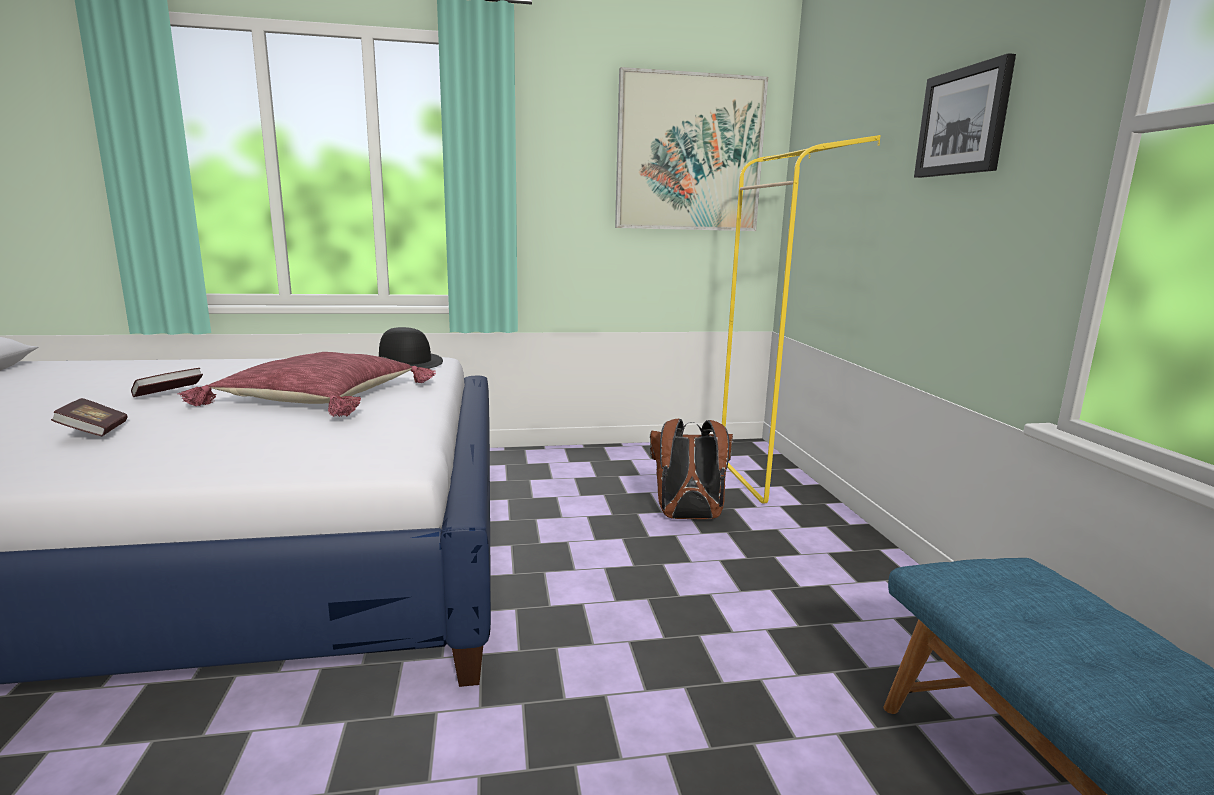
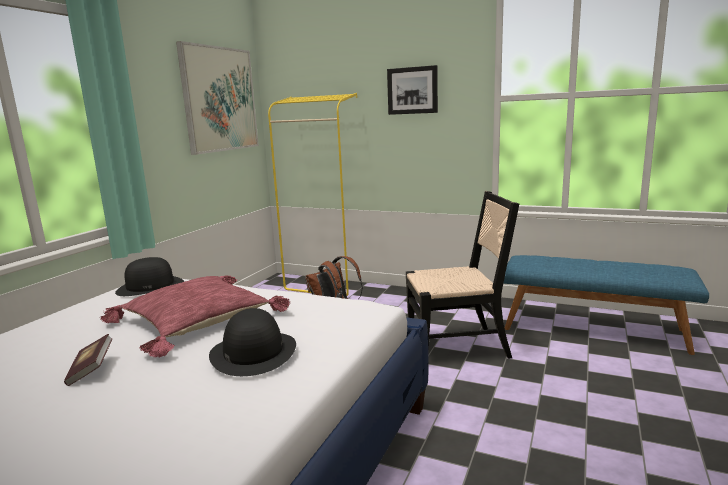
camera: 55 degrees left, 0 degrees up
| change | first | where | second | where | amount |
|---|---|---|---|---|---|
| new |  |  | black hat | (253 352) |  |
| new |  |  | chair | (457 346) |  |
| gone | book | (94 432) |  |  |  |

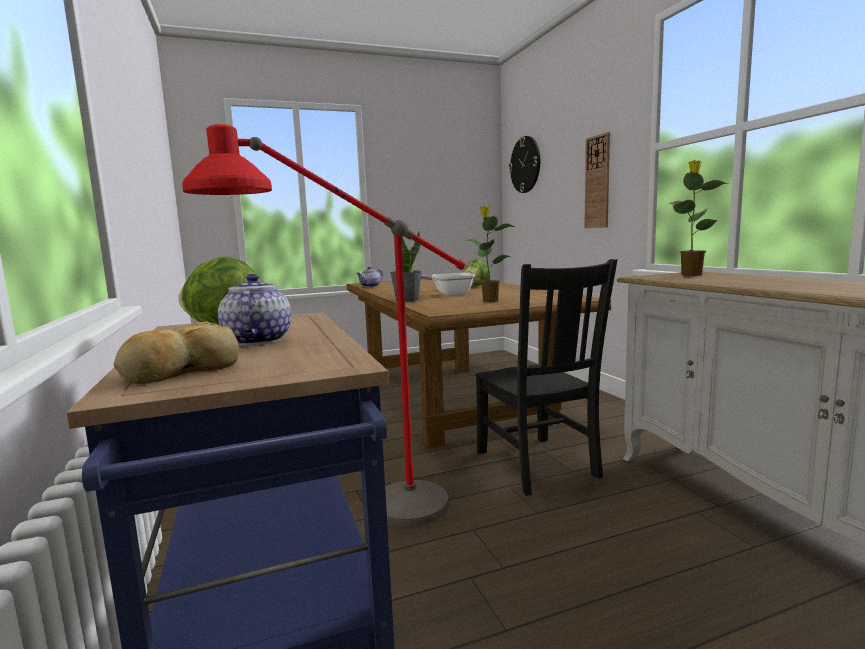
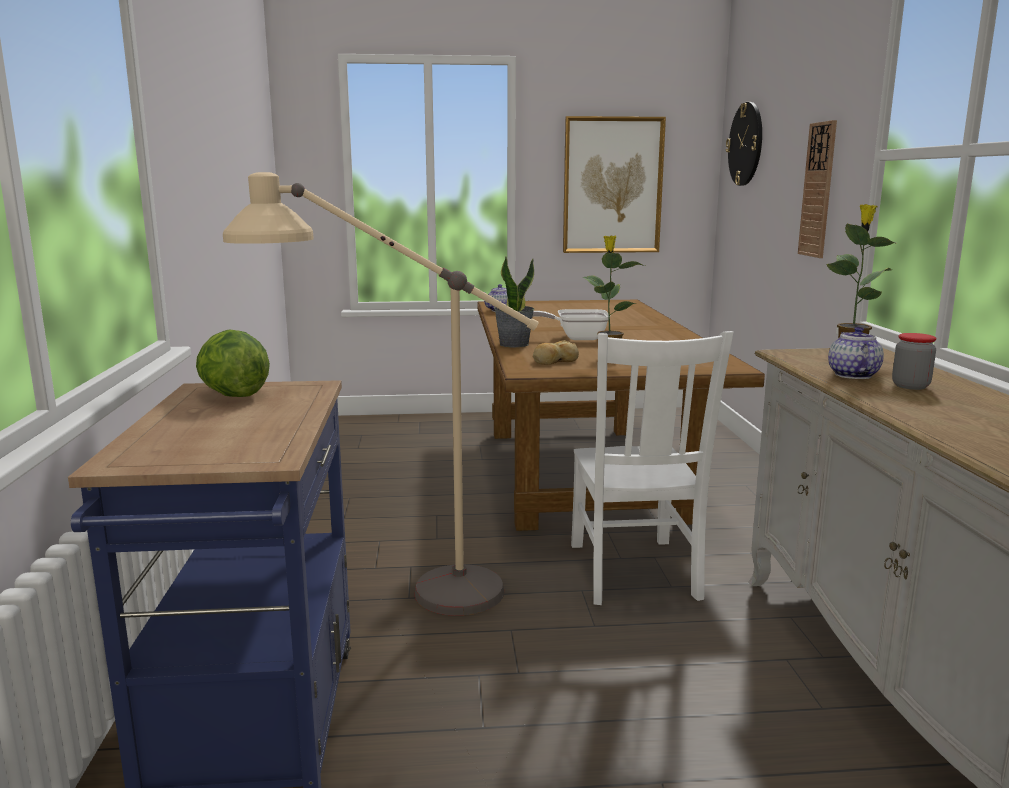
camera: 15 degrees right, 5 degrees up
| change | first | where | second | where | amount |
|---|---|---|---|---|---|
| repainted | red standing lamp | (356 519) | beige-coloured standing lamp | (395 596) |  |
| shifted | bakery bread | (180 371) |  | (554 361) |  |
| new |  |  | wall picture | (612 185) |  |
| repainted | black chair | (538 466) | white chair | (634 573) |  |
| shifted | teapot | (257 341) |  | (852 375) |  |
| new |  |  | preserve jar | (910 386) |  |
| gone | lettuce head | (476 286) |  |  |  |

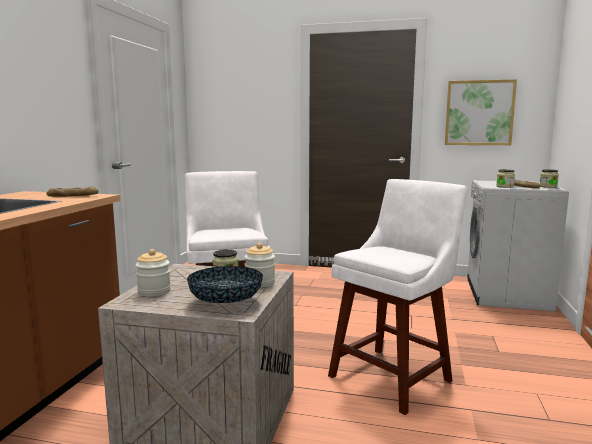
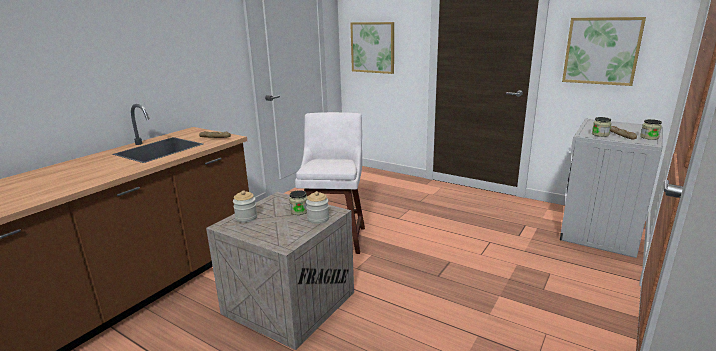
camera: 20 degrees right, 10 degrees up
| change | first | where | second | where | amount |
|---|---|---|---|---|---|
| new |  |  | wall picture | (373 47) |  |
| gone | deep dish | (226 301) |  |  |  |
| gone | white chair | (394 376) |  |  |  |

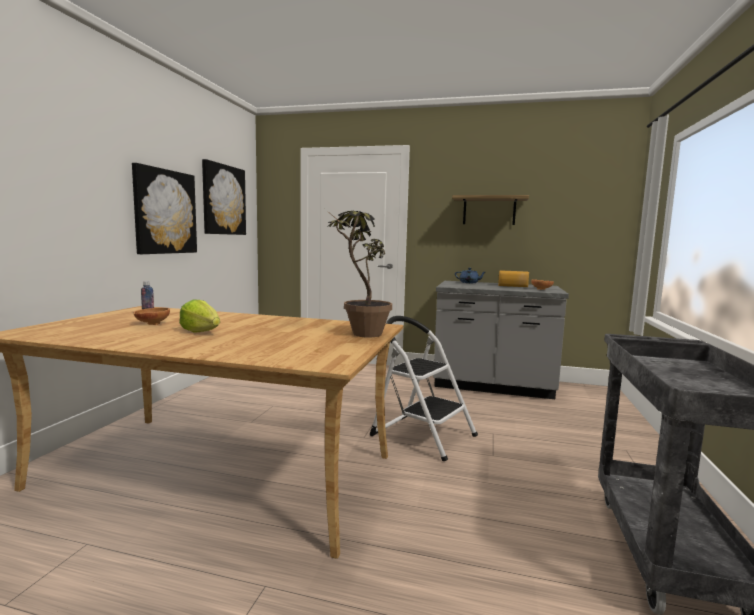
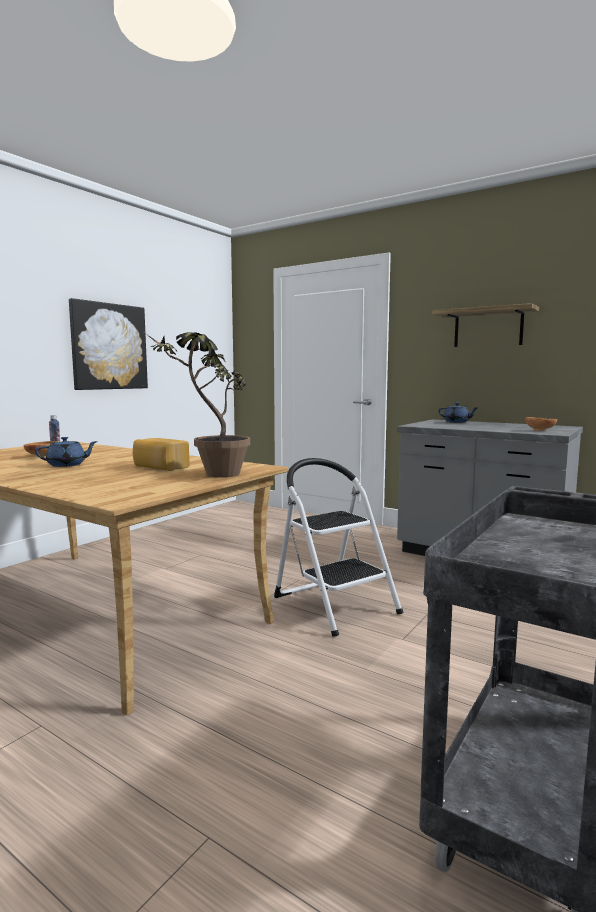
camera: 20 degrees right, 0 degrees up
| change | first | where | second | where | amount |
|---|---|---|---|---|---|
| swapped | lettuce head | (201 331) | blue-coloured teapot | (67 465) |  |
| shifted | bakery bread | (513 286) |  | (159 467) |  |
| gone | wall picture | (223 200) |  |  |  |

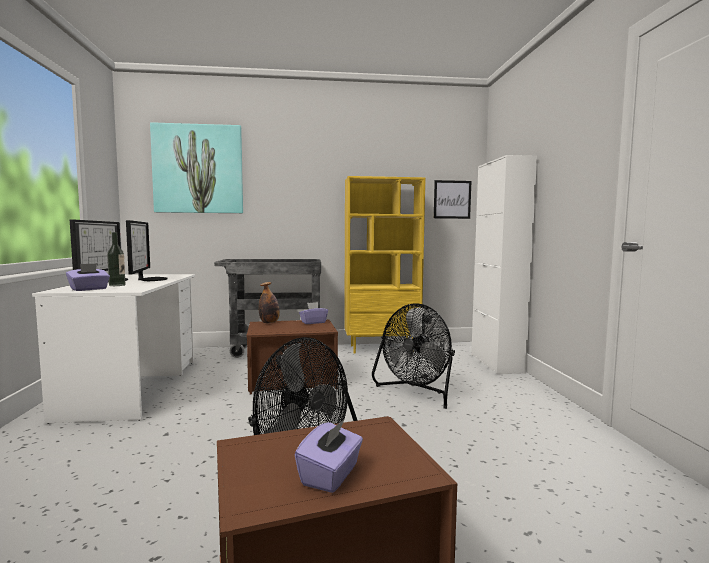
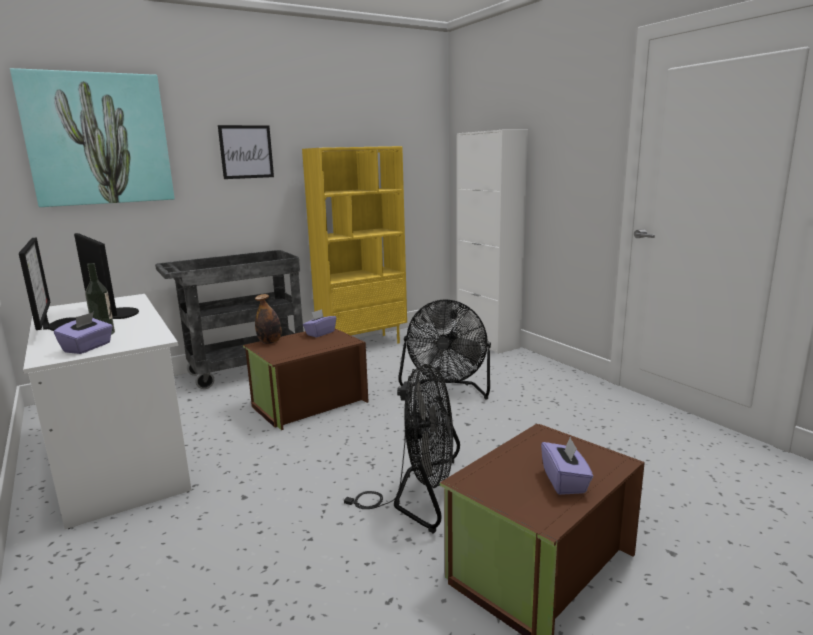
camera: 25 degrees left, 10 degrees up
| change | first | where | second | where | amount |
|---|---|---|---|---|---|
| shifted | wall picture | (452 199) |  | (246 152) |  |

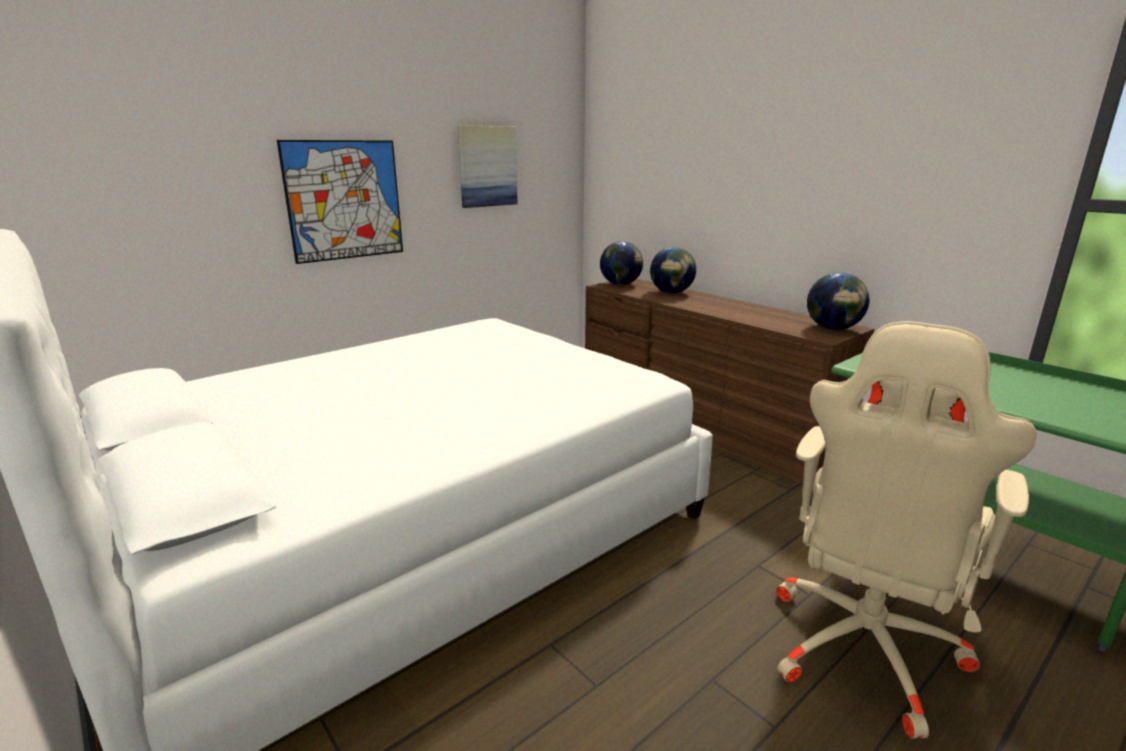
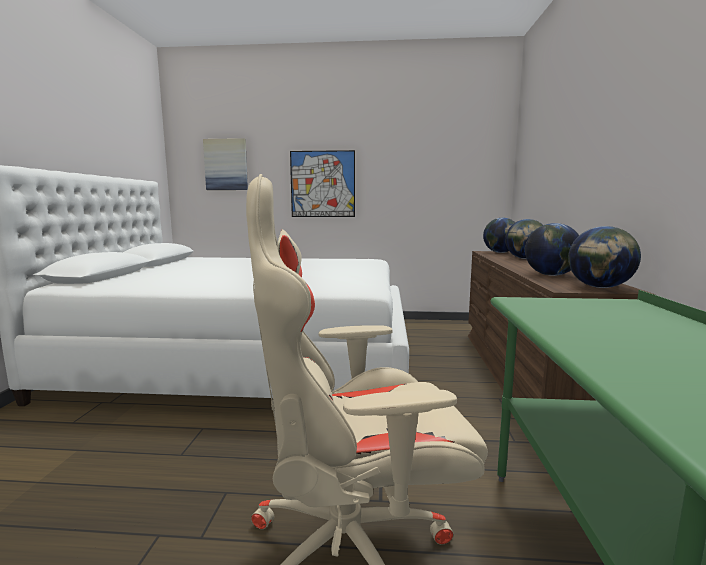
camera: 45 degrees right, 10 degrees down
| change | first | where | second | where | amount |
|---|---|---|---|---|---|
| shifted | wall picture | (487 166) |  | (226 164) |  |
| new |  |  | world globe | (551 275) |  |

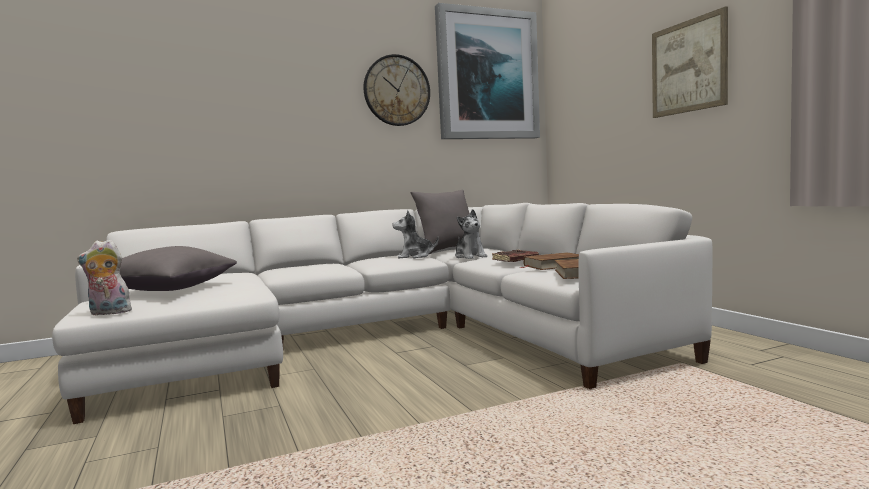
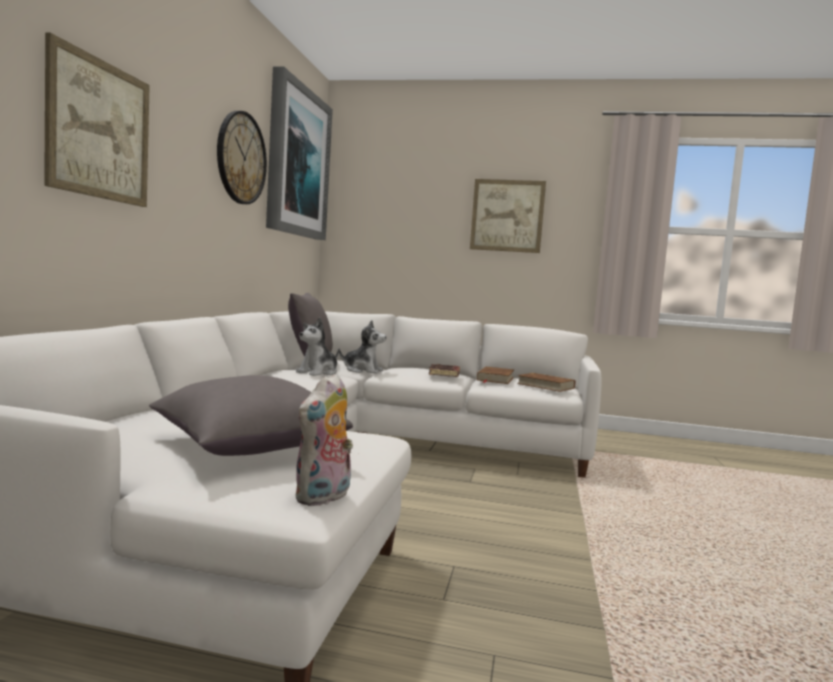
camera: 55 degrees left, 0 degrees up
| change | first | where | second | where | amount |
|---|---|---|---|---|---|
| new |  |  | wall picture | (100 130) |  |

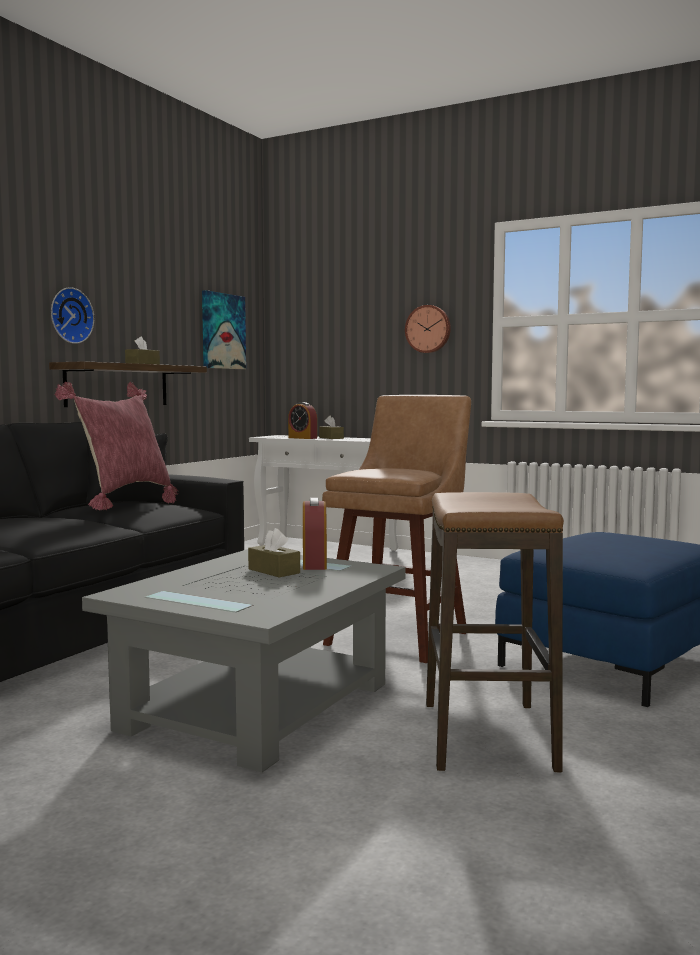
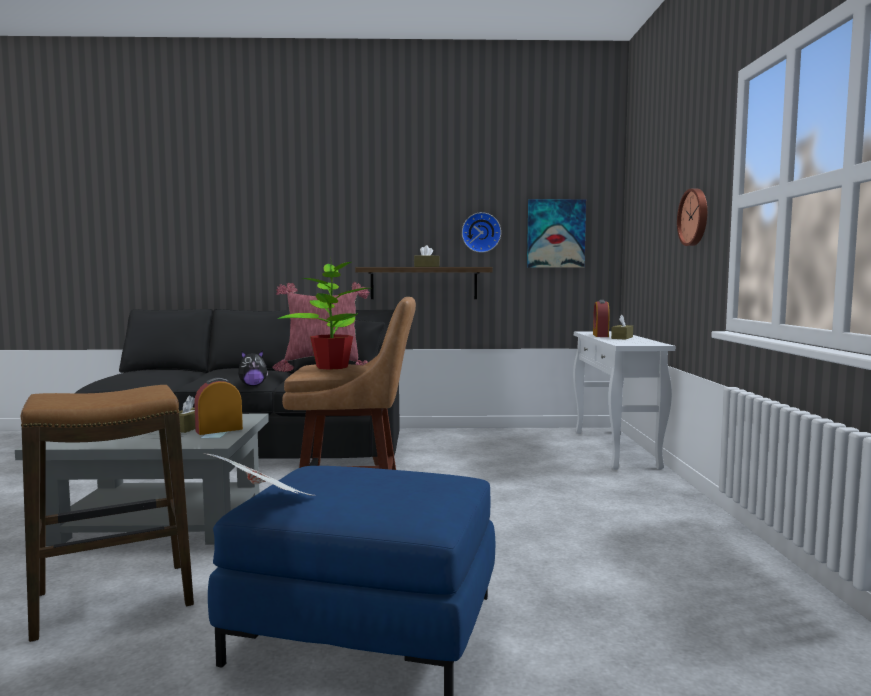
camera: 60 degrees right, 0 degrees up
| change | first | where | second | where | amount |
|---|---|---|---|---|---|
| new |  |  | printed paper | (261 502) |  |
| new |  |  | cuddly toy | (253 385) |  |
| new |  |  | houseplant | (331 367) |  |
| shifted | hanging clock | (69 315) |  | (481 232) |  |

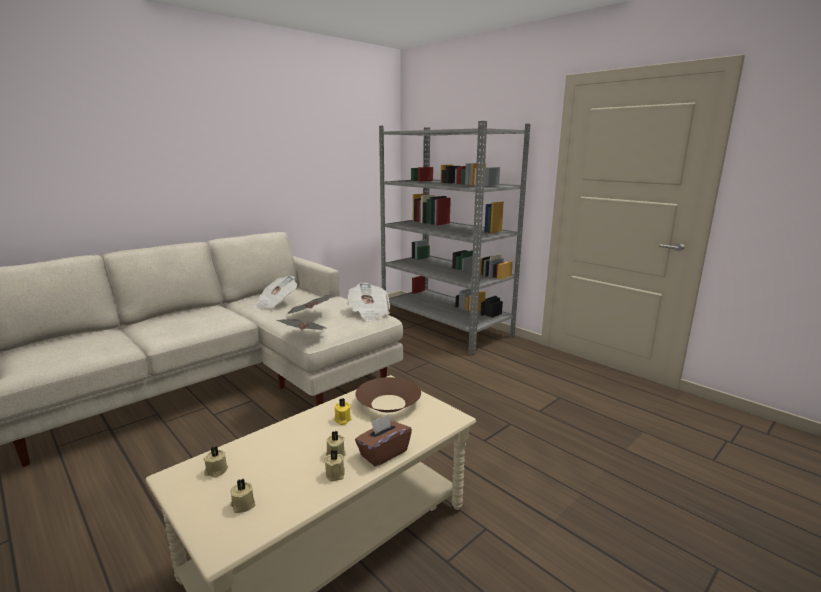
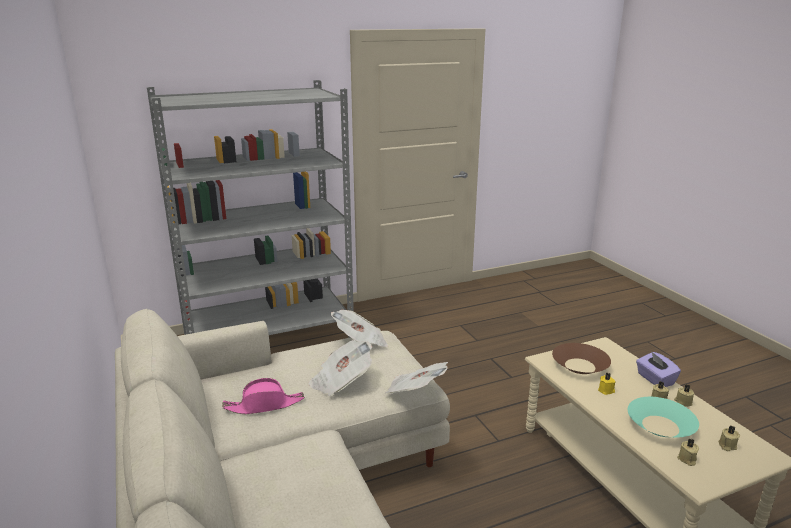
camera: 70 degrees left, 5 degrees up
| change | first | where | second | where | amount |
|---|---|---|---|---|---|
| swapped | printed paper | (275 304) | pink hat | (264 405) |  |
| new |  |  | turquoise deep dish | (660 426) |  |
| repainted | brown tissue holder | (383 453) | purple tissue holder | (655 379) |  |

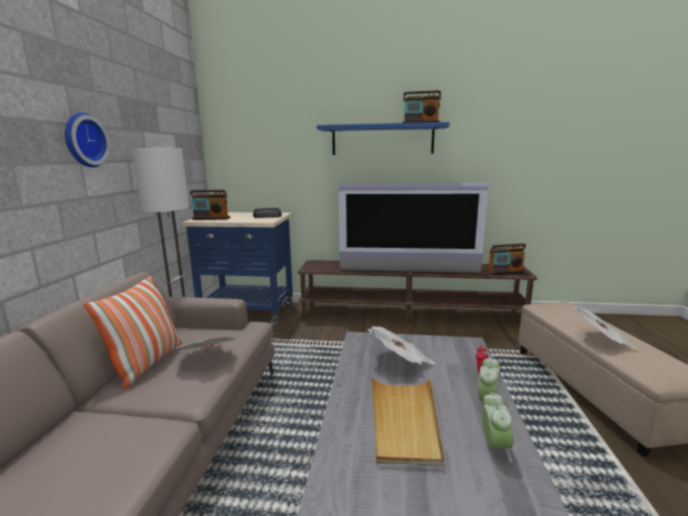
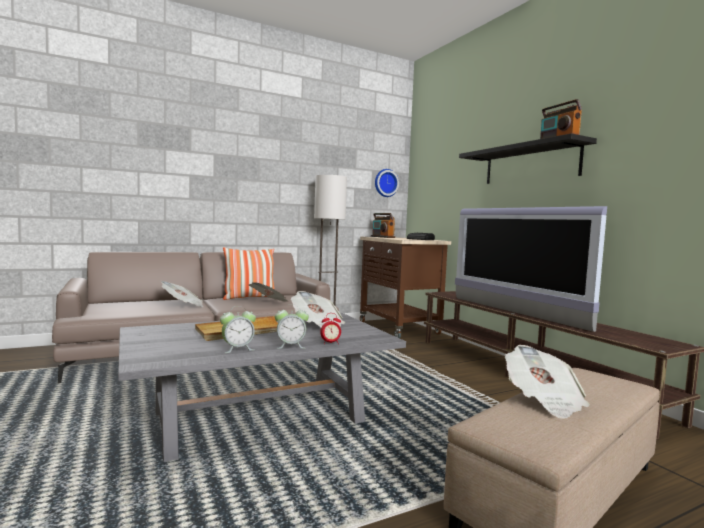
camera: 55 degrees right, 10 degrees down
| change | first | where | second | where | amount |
|---|---|---|---|---|---|
| new |  |  | printed paper | (183 305) |  |
| repainted | blue-coloured trolley | (248 313) | brown trolley | (399 328) |  |
| shifted | hanging clock | (83 140) |  | (385 183) |  |
| repainted | blue-coloured wall shelf | (382 140) | black wall shelf | (530 164) |  |
| gone | radio receiver | (505 272) |  |  |  |

